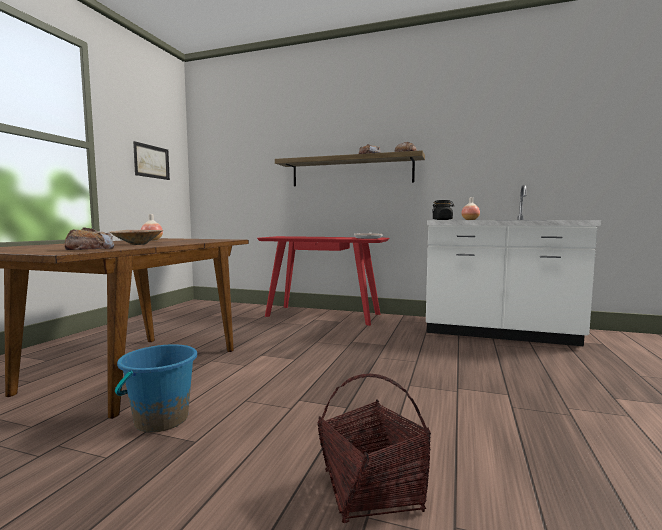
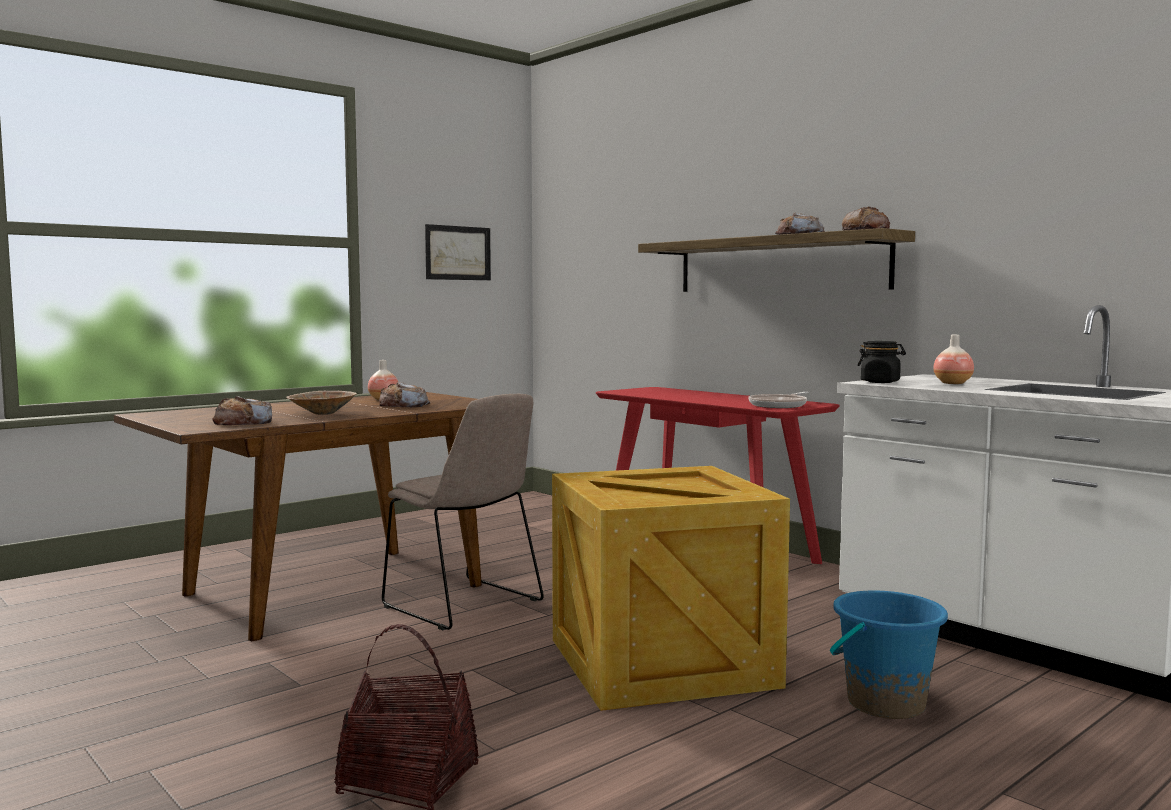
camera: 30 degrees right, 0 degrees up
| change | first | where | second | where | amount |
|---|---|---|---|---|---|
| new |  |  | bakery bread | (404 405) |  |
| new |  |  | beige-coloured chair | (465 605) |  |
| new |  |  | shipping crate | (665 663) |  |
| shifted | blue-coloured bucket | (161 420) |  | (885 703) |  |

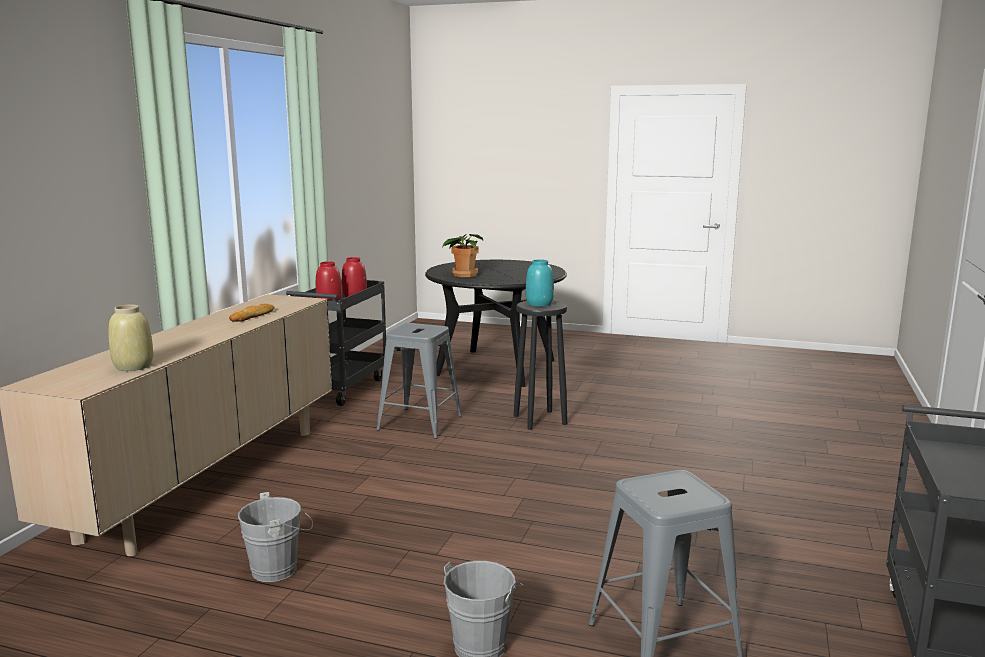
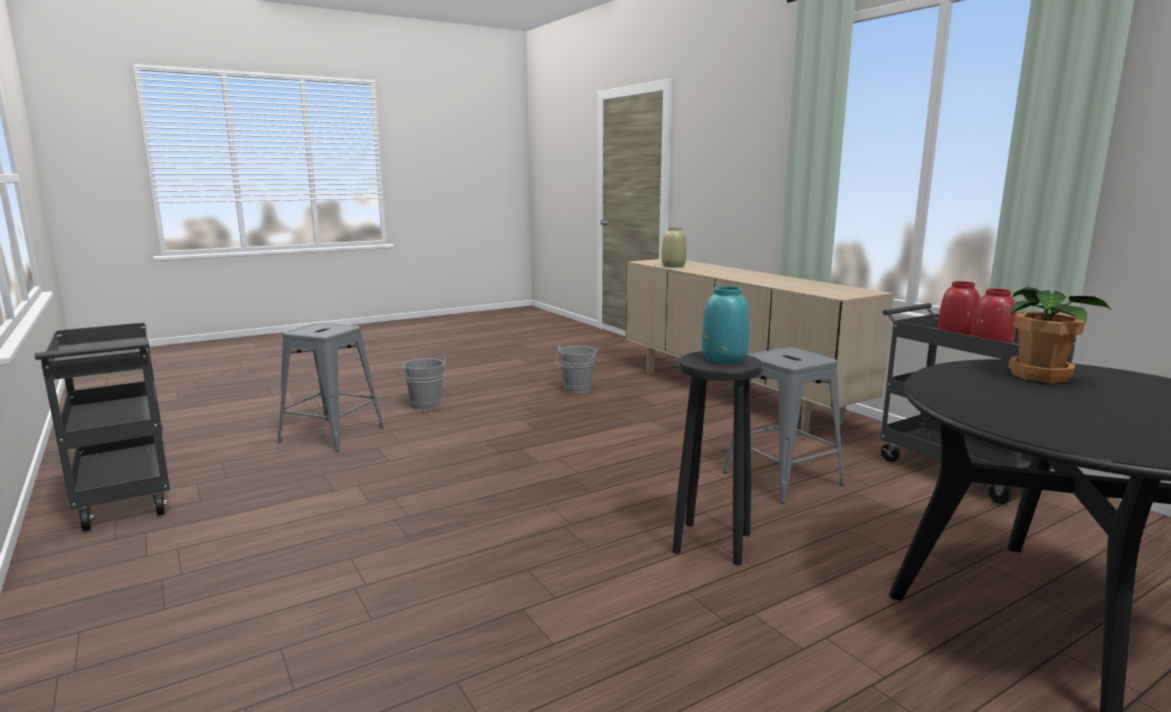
camera: 130 degrees right, 0 degrees up
| change | first | where | second | where | amount |
|---|---|---|---|---|---|
| gone | bakery bread | (253 316) |  |  |  |

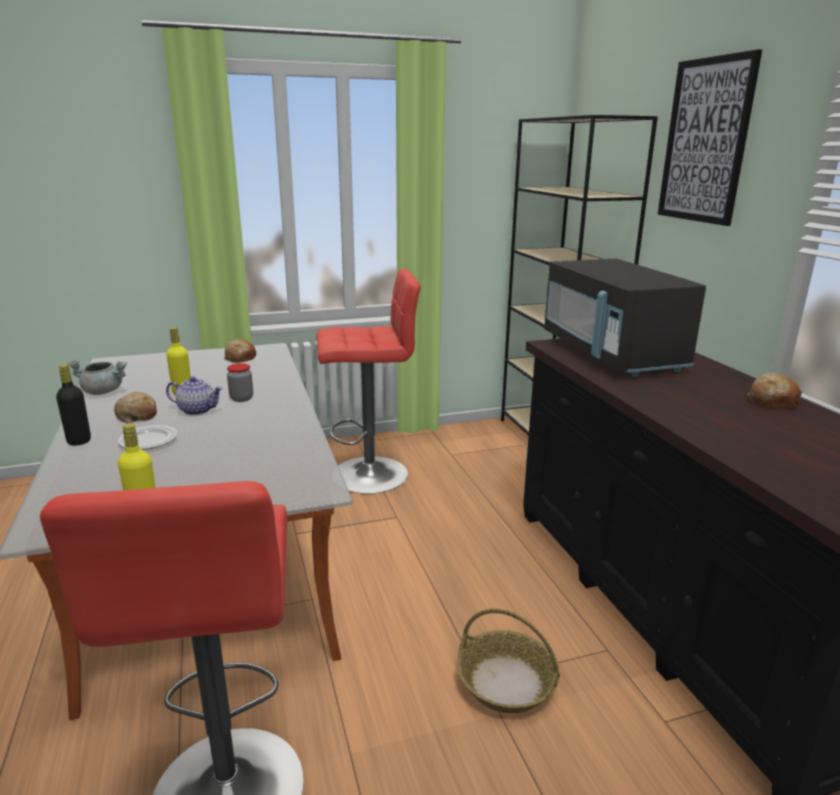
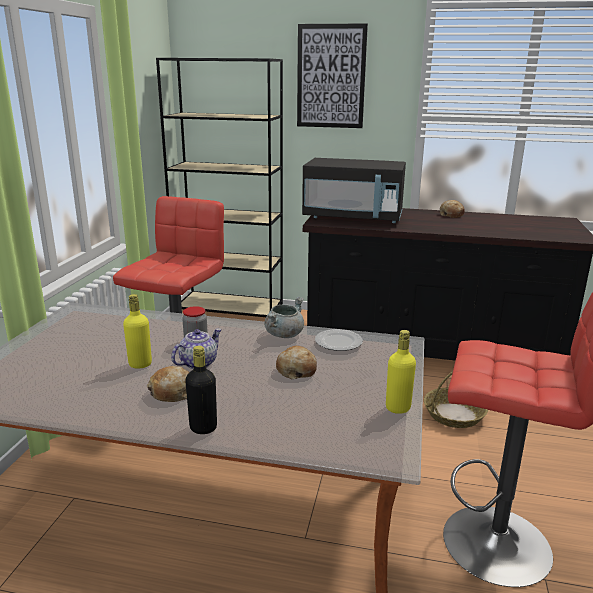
camera: 60 degrees left, 0 degrees up
| change | first | where | second | where | amount |
|---|---|---|---|---|---|
| shifted | gray stockpot | (103 392) |  | (284 334) |  |
| shifted | bakery bread | (240 358) |  | (296 370) |  |
| shifted | plate | (148 441) |  | (338 343) |  |

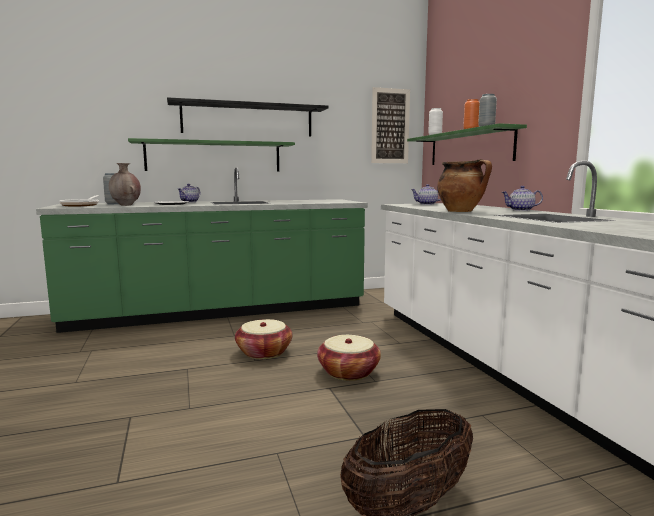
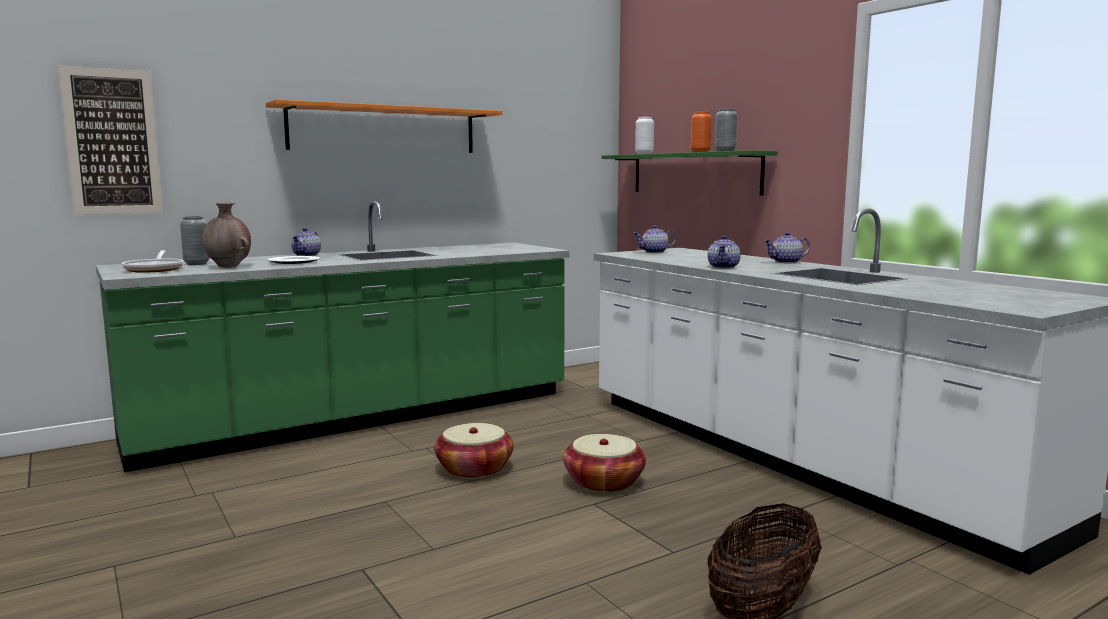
camera: 15 degrees left, 0 degrees up
| change | first | where | second | where | amount |
|---|---|---|---|---|---|
| shifted | wall picture | (390 126) |  | (112 142) |  |
| repainted | black wall shelf | (248 120) | orangey wall shelf | (384 130) |  |
| swapped | stockpot | (461 211) | teapot | (724 267) |  |
| gone | green-coloured wall shelf | (214 156) |  |  |  |

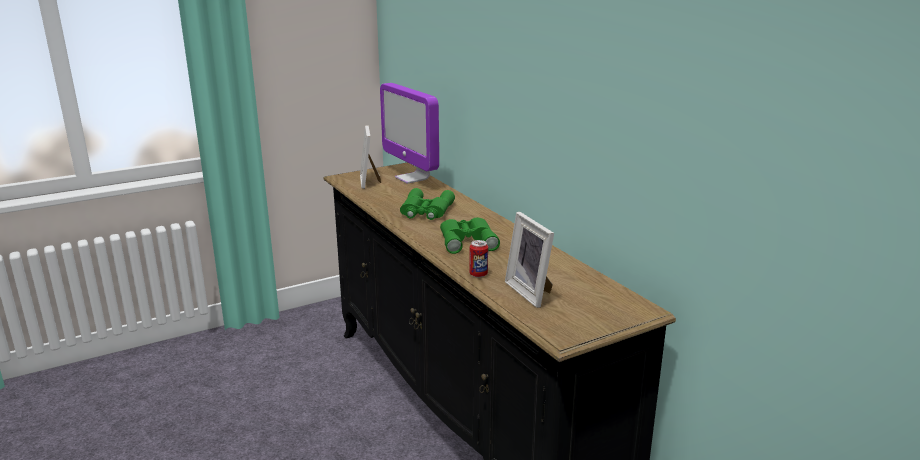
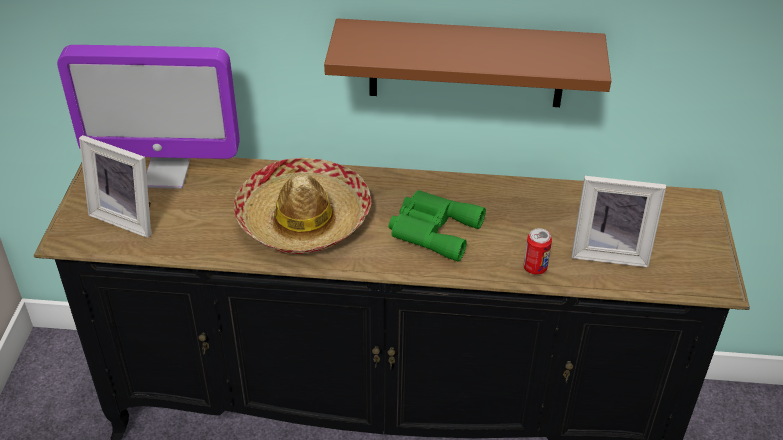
camera: 55 degrees left, 20 degrees up
| change | first | where | second | where | amount |
|---|---|---|---|---|---|
| swapped | green-coloured binoculars | (426 211) | hat | (303 218) |  |
| new |  |  | brown wall shelf | (466 63) |  |

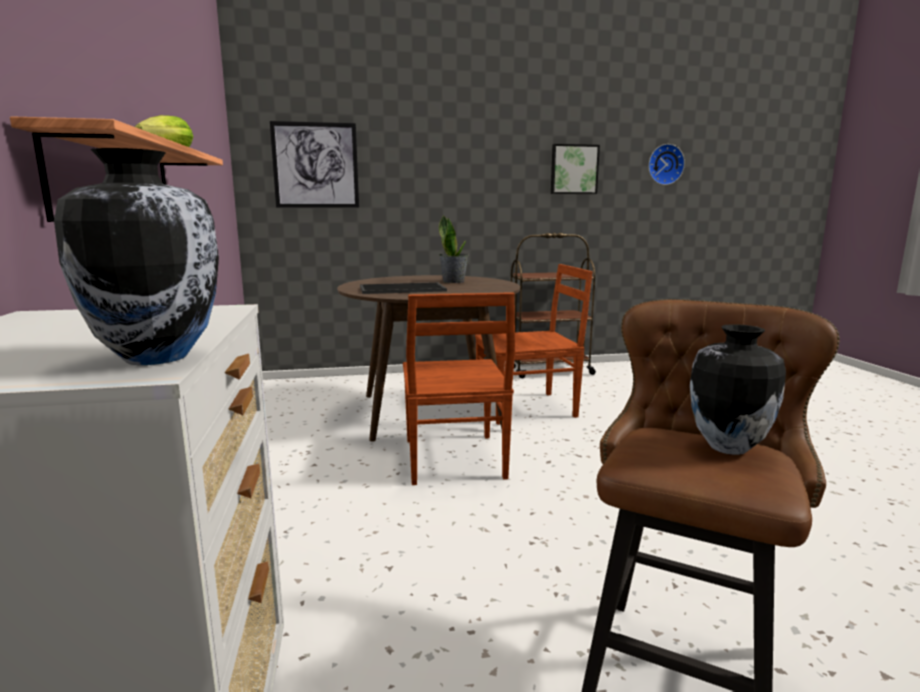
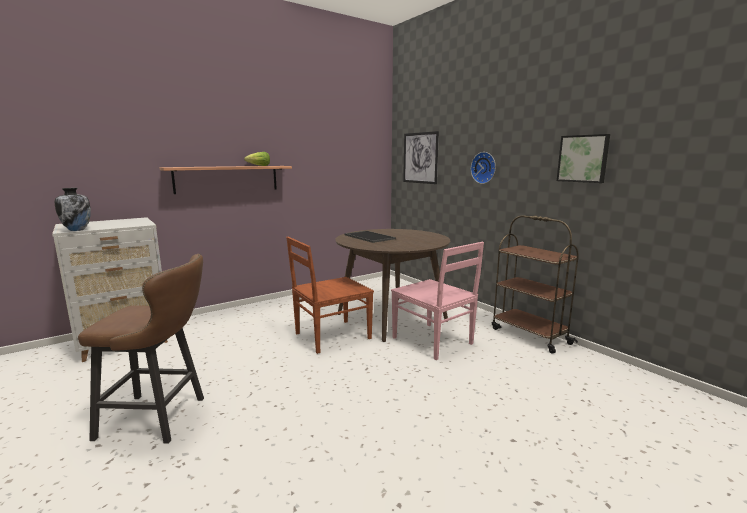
camera: 65 degrees right, 0 degrees up
| change | first | where | second | where | amount |
|---|---|---|---|---|---|
| repainted | brown chair | (528 408) | pink chair | (433 341) |  |
| shifted | hanging clock | (664 164) |  | (484 167) |  |
| gone | houseplant | (454 281) |  |  |  |
| gone | flower vase | (726 447) |  |  |  |

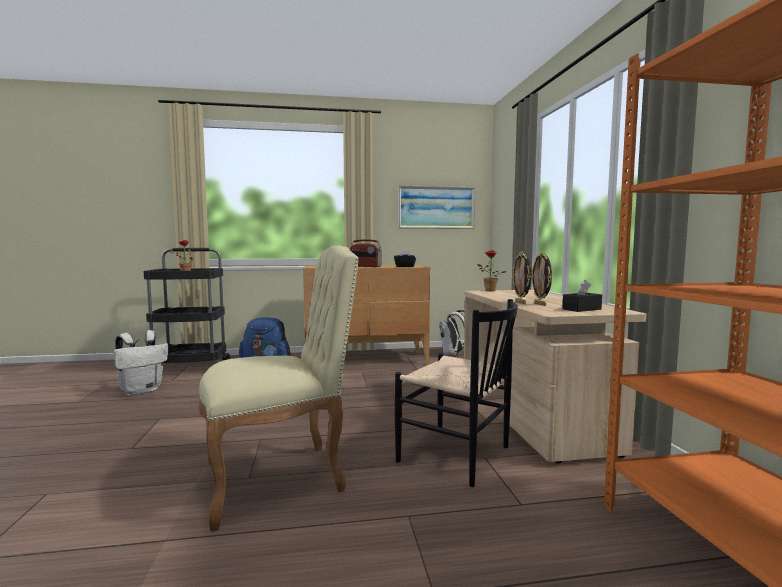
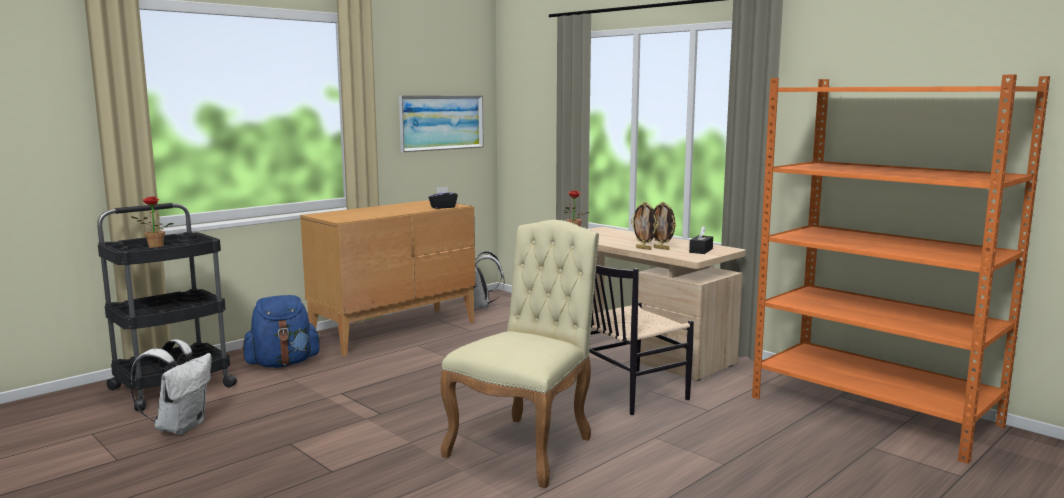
camera: 35 degrees left, 5 degrees up
| change | first | where | second | where | amount |
|---|---|---|---|---|---|
| rotated | black chair | (458 456) |  | (630 394) | 150 degrees clockwise |
| gone | radio receiver | (365 266) |  |  |  |

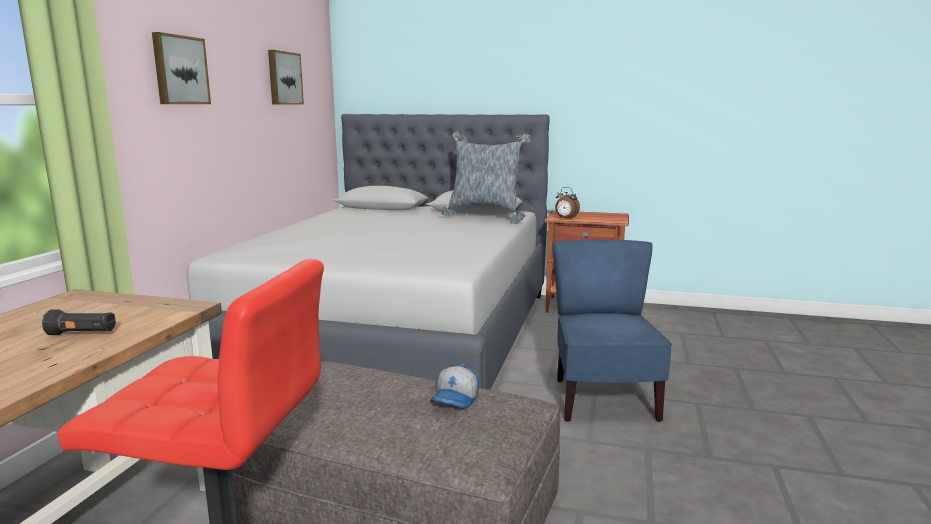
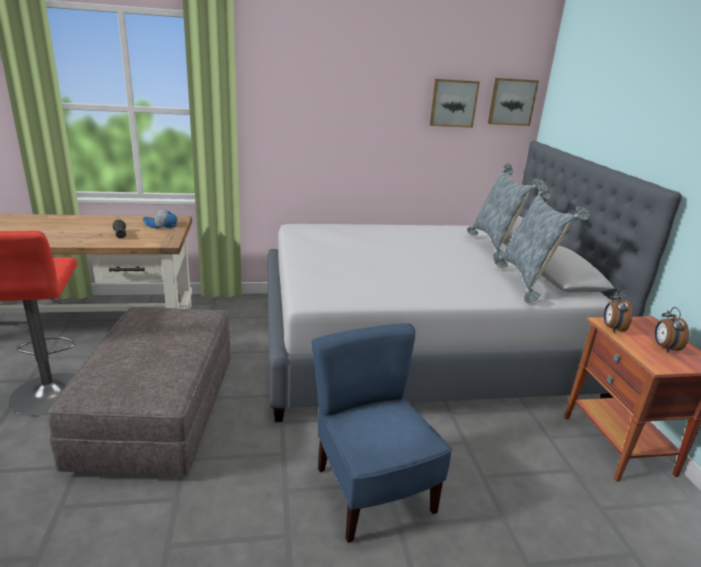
camera: 65 degrees right, 10 degrees up
| change | first | where | second | where | amount |
|---|---|---|---|---|---|
| shifted | baseball cap | (456 399) |  | (161 225) |  |
| rotated | blue-coloured chair | (603 400) |  | (372 491) | 90 degrees counterclockwise |
| new |  |  | cushion | (495 249) |  |
| shifted | wall picture | (179 70) |  | (511 102) |  |
| new |  |  | alarm clock | (664 347) |  |

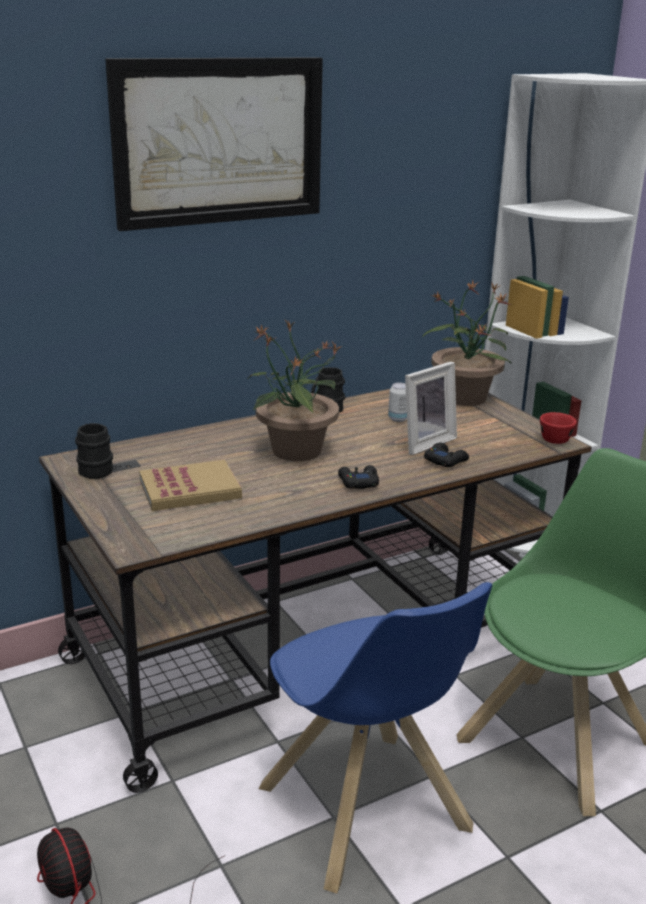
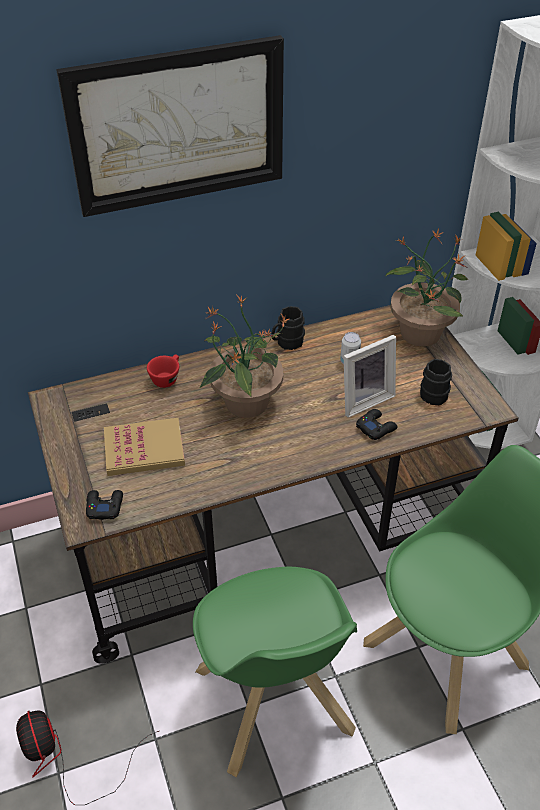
camera: 10 degrees right, 20 degrees up
| change | first | where | second | where | amount |
|---|---|---|---|---|---|
| shifted | black game controller | (358 482) |  | (104 506) |  |
| shifted | red drinking cup | (555 437) |  | (166 378) |  |
| repainted | blue-coloured chair | (367 812) | green-coloured chair | (275 704) |  |
| shifted | black mug | (96 468) |  | (433 392) |  |

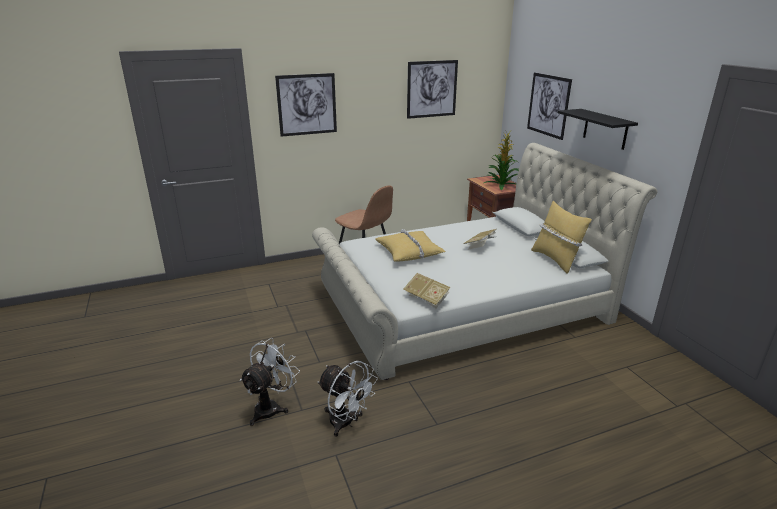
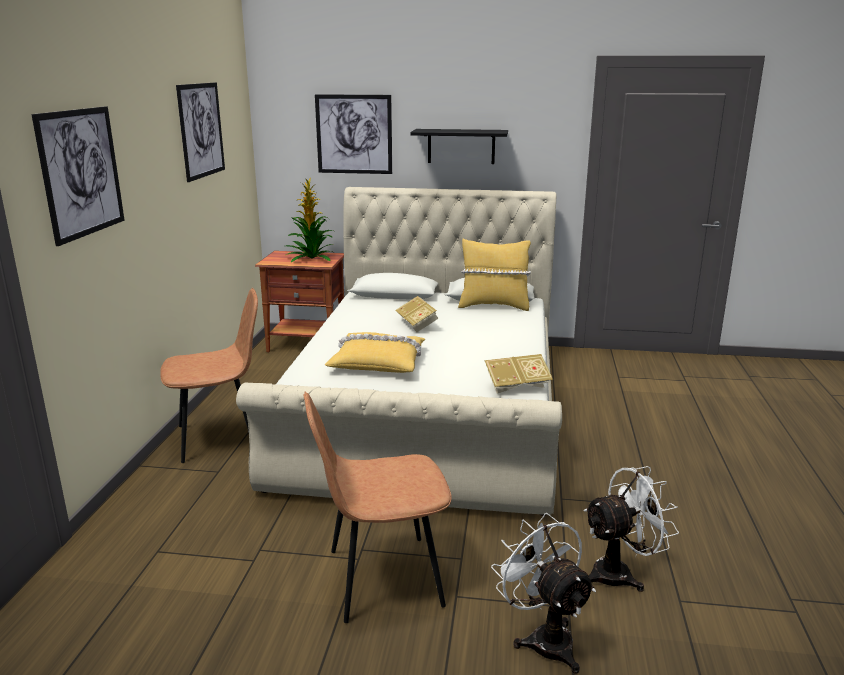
camera: 60 degrees left, 5 degrees down
| change | first | where | second | where | amount |
|---|---|---|---|---|---|
| new |  |  | brown chair | (381 578) |  |

